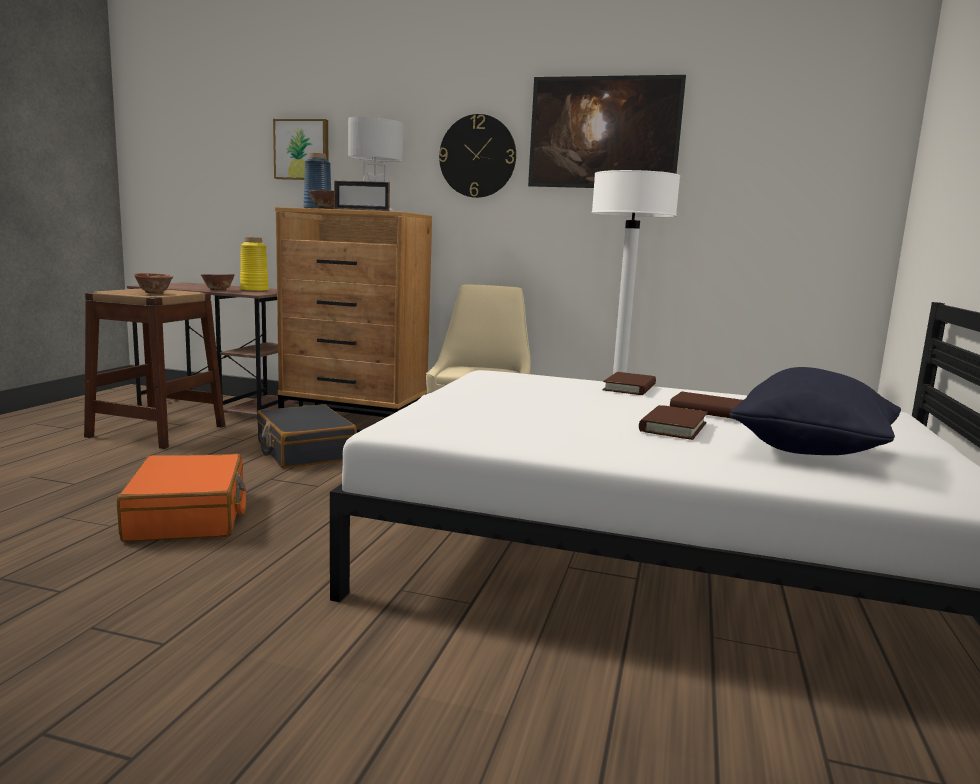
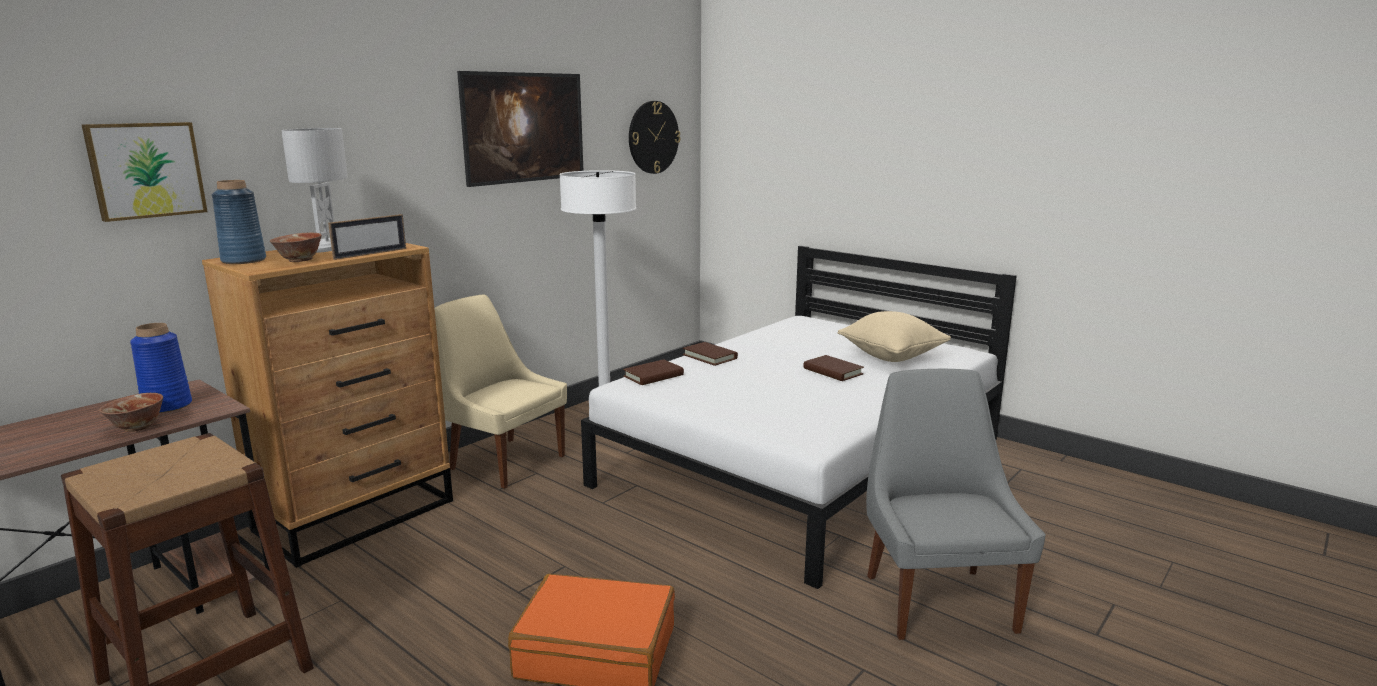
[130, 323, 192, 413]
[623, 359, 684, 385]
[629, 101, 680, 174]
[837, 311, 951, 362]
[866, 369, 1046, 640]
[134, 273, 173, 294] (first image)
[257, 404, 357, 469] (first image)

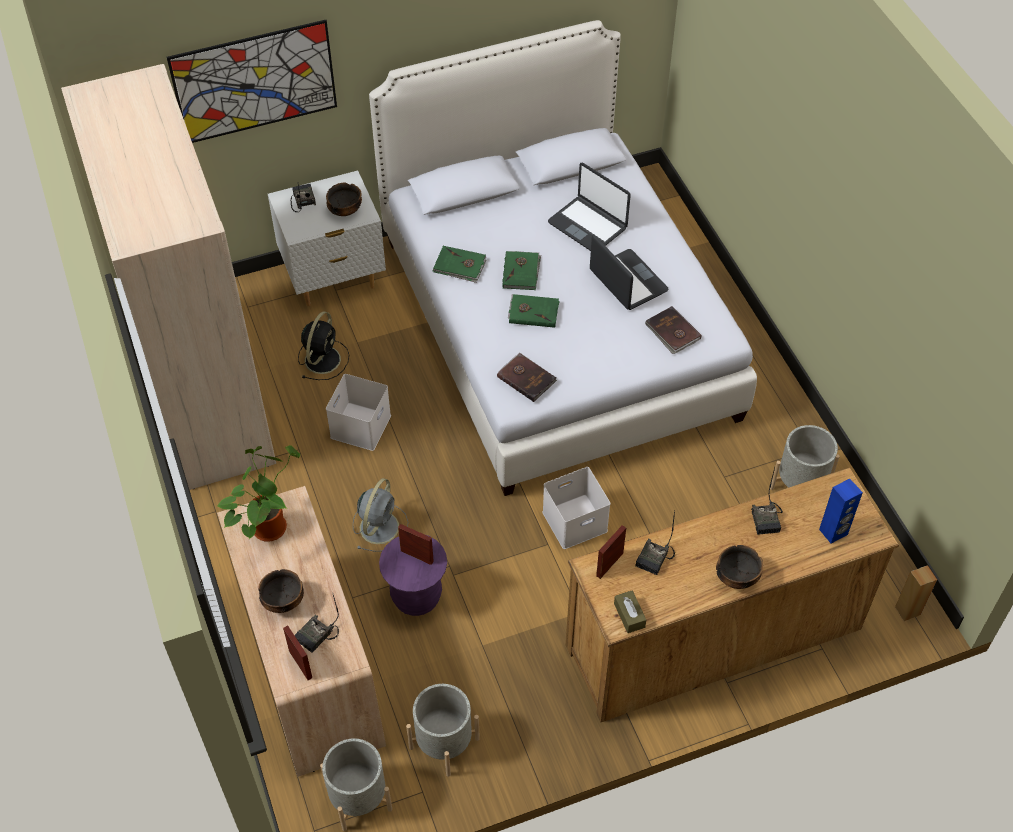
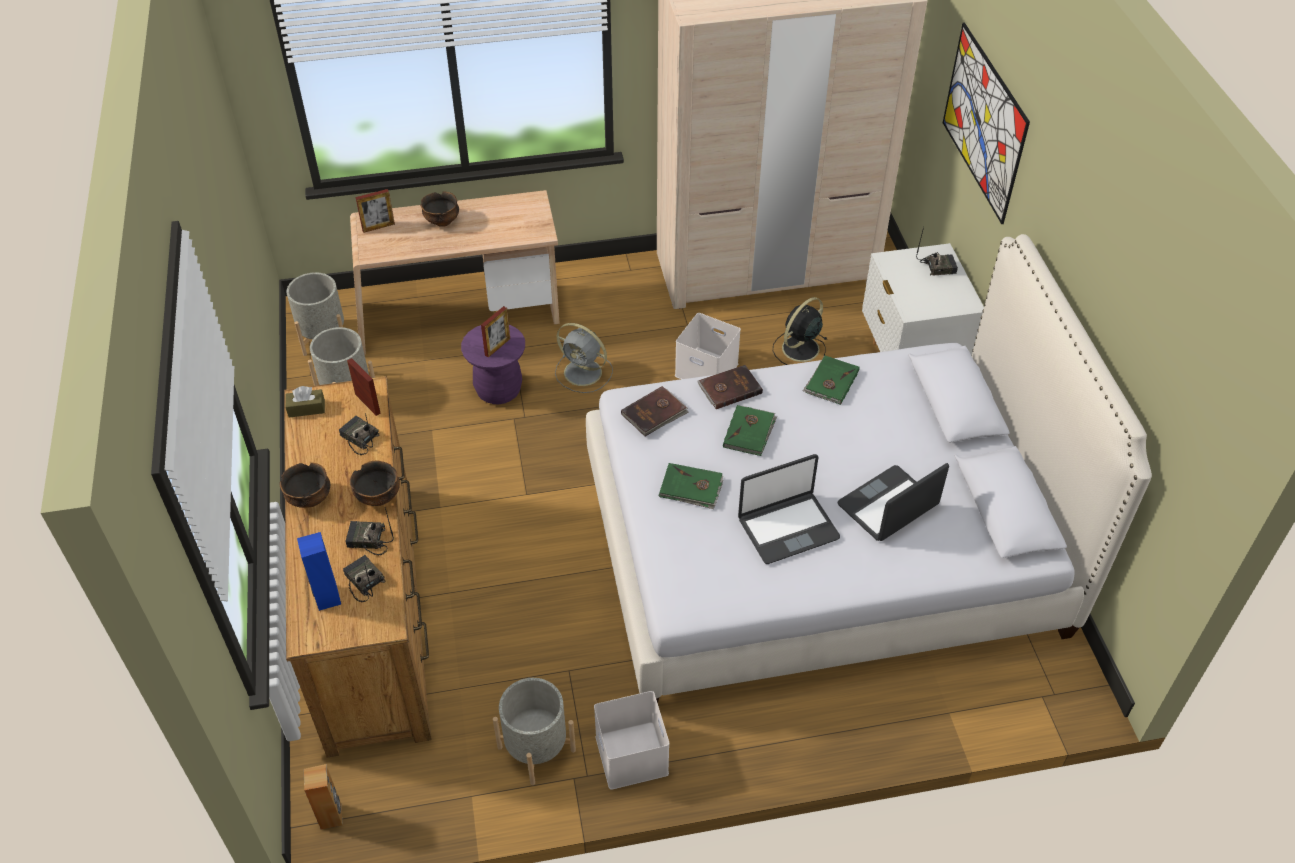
[343, 555, 386, 602]
[350, 461, 400, 506]
[594, 691, 670, 790]
[658, 463, 723, 509]
[697, 365, 763, 409]
[773, 297, 827, 365]
[217, 445, 300, 542] (first image)

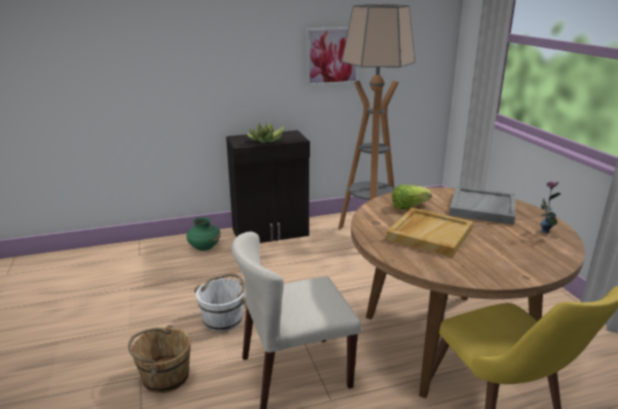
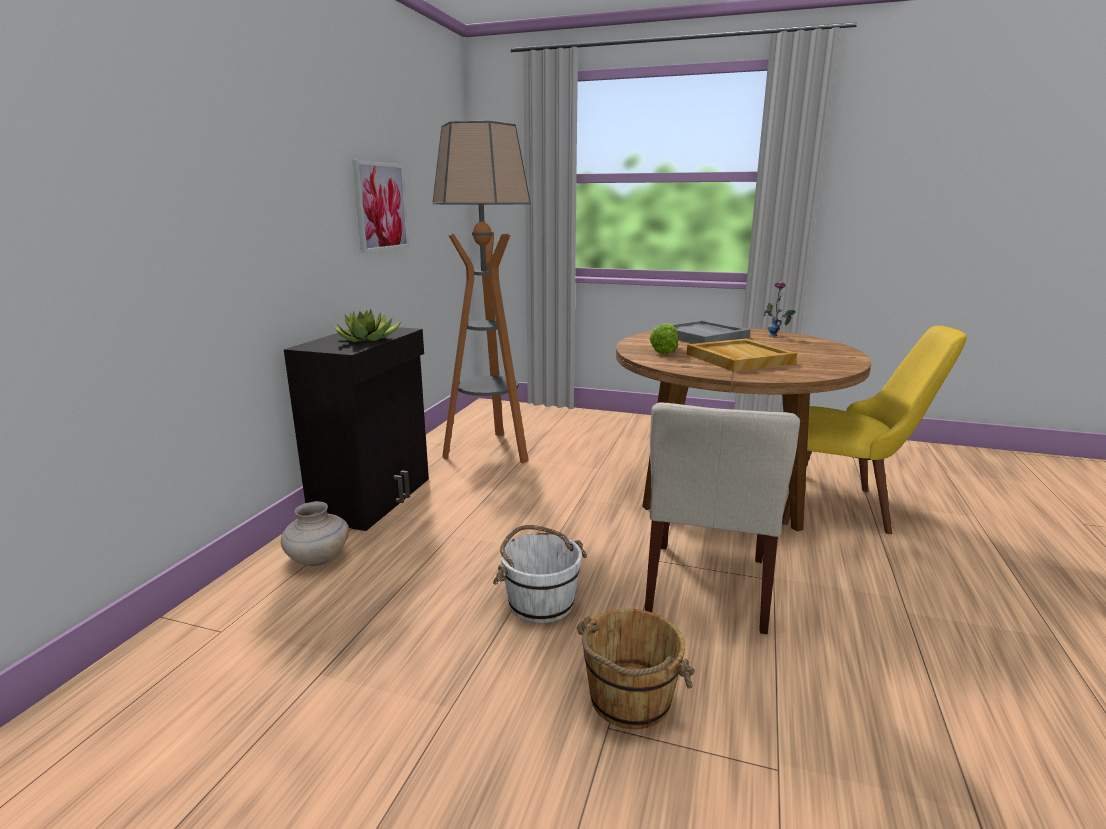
[281, 501, 349, 566]

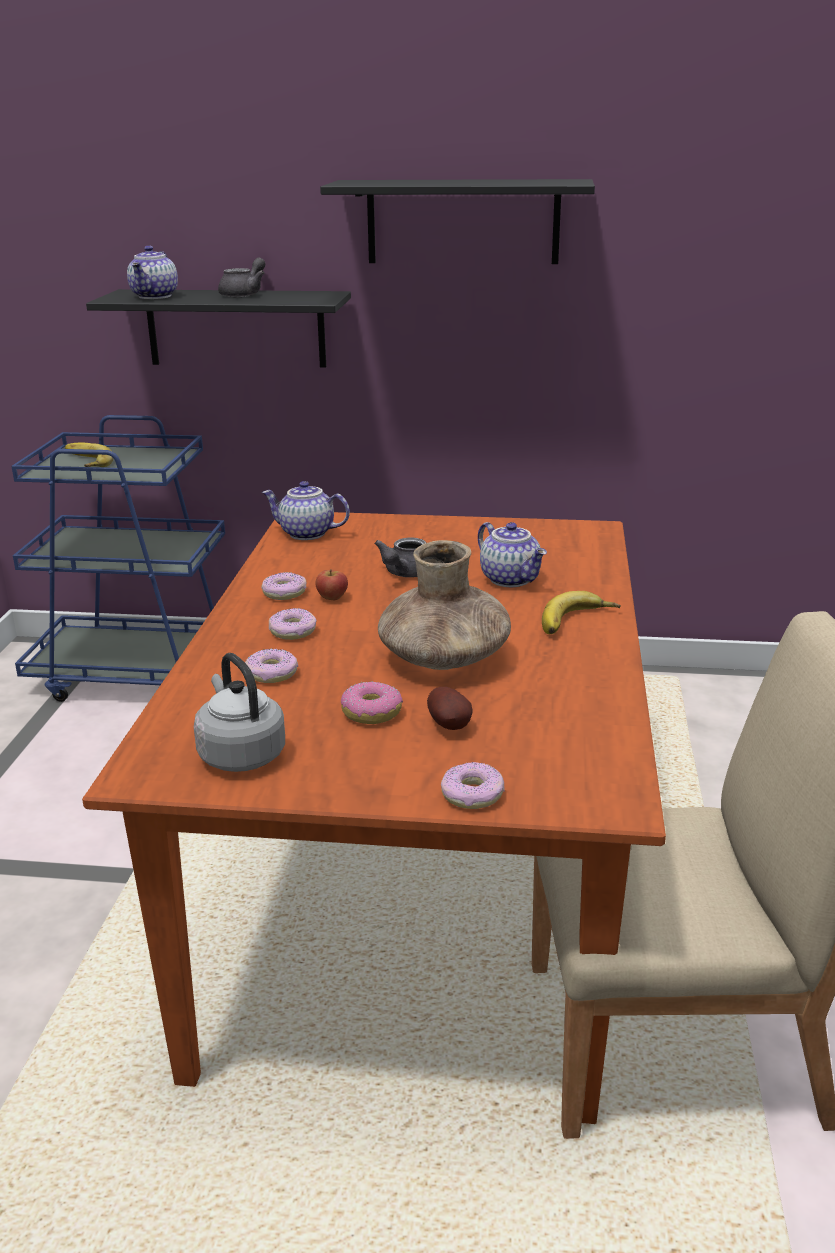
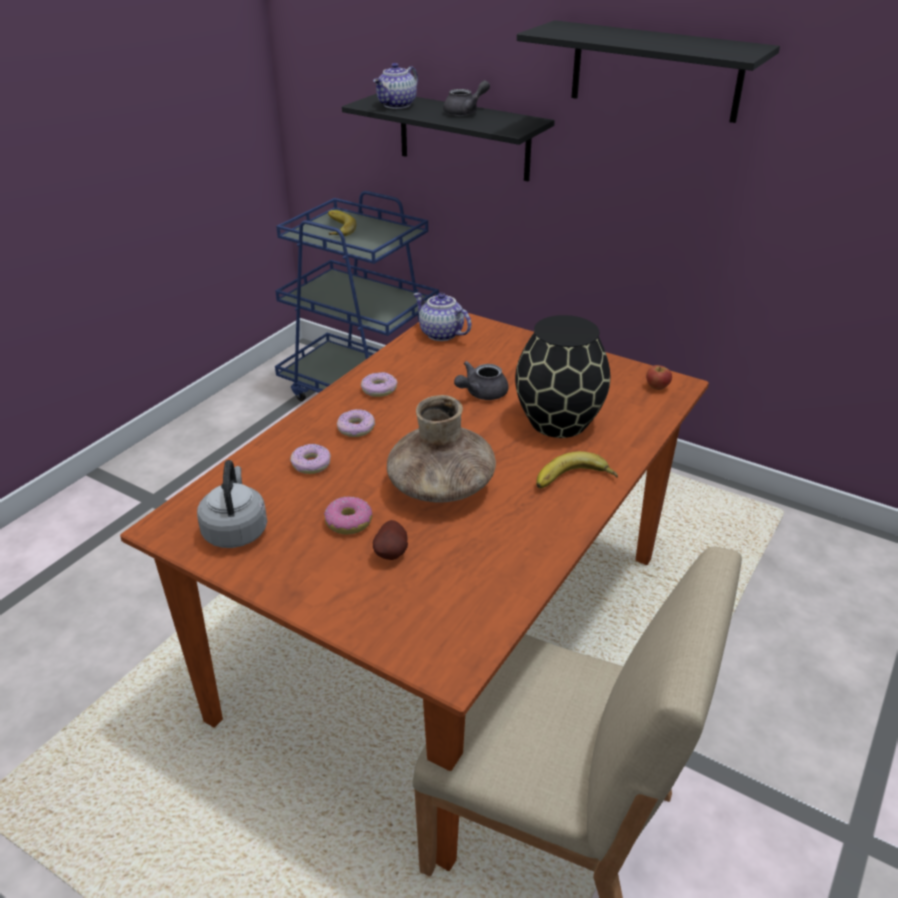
[515, 315, 610, 438]
[646, 365, 672, 390]
[441, 762, 505, 809] (first image)

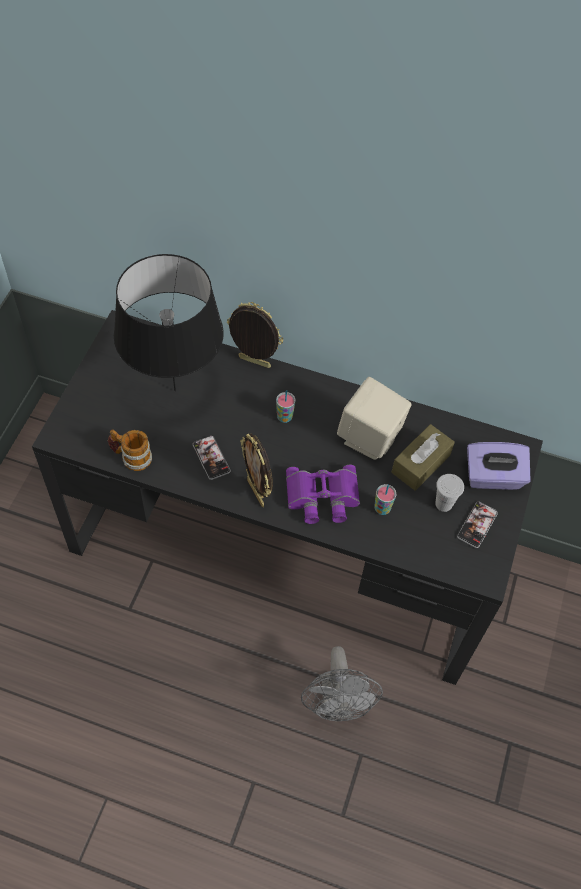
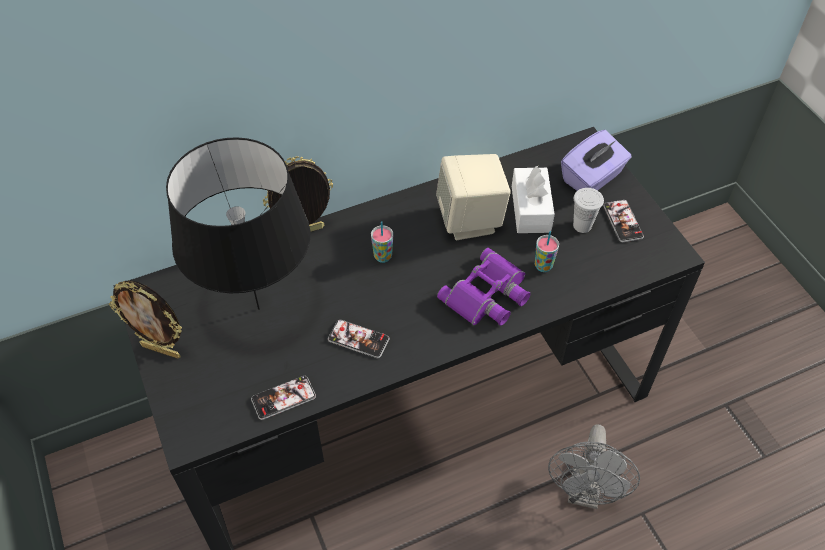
[109, 280, 182, 359]
[251, 376, 316, 420]
[512, 166, 555, 233]
[548, 424, 640, 509]

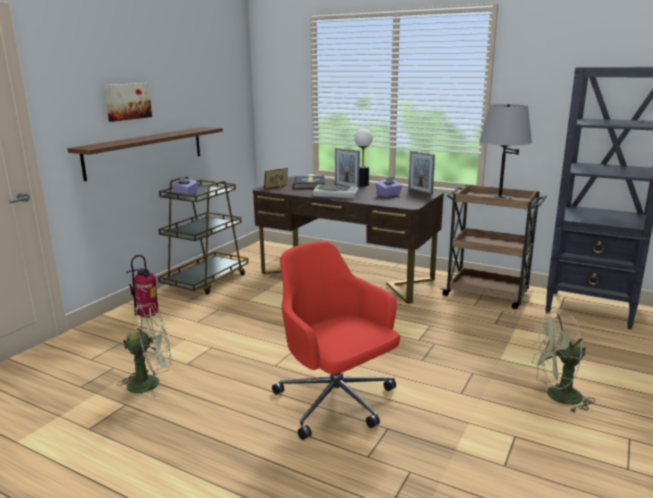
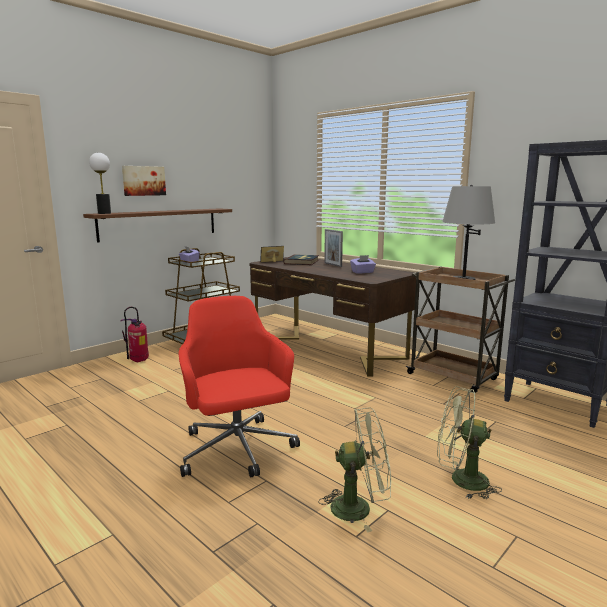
[89, 153, 111, 214]
[318, 407, 391, 532]
[313, 185, 359, 199] (first image)
[408, 151, 435, 195] (first image)

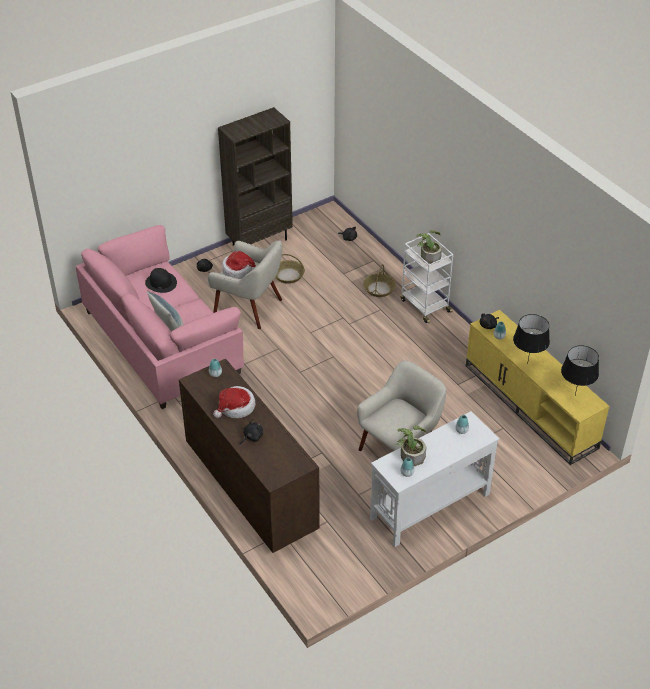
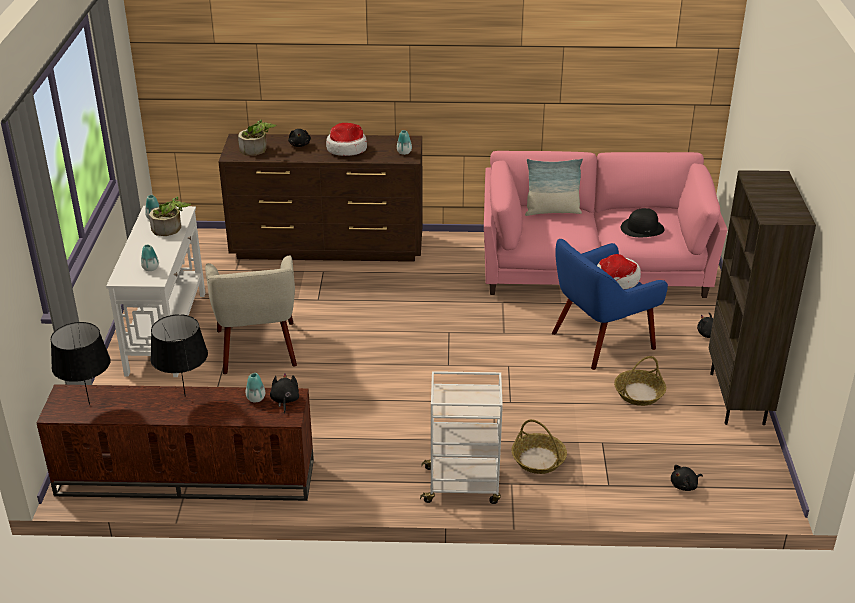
[37, 384, 314, 501]
[238, 120, 276, 156]
[552, 239, 668, 370]

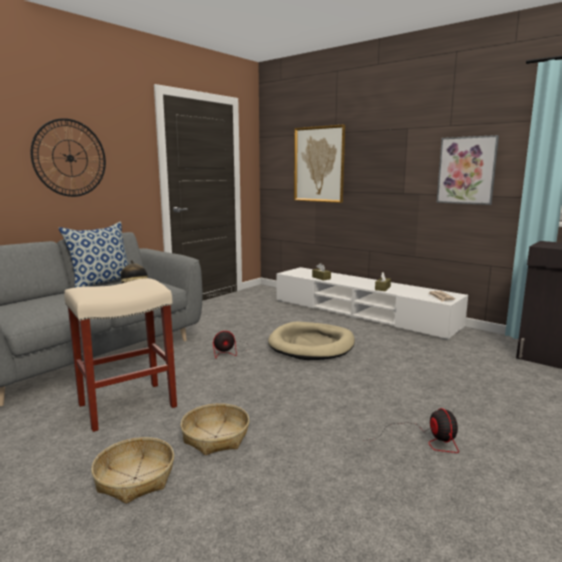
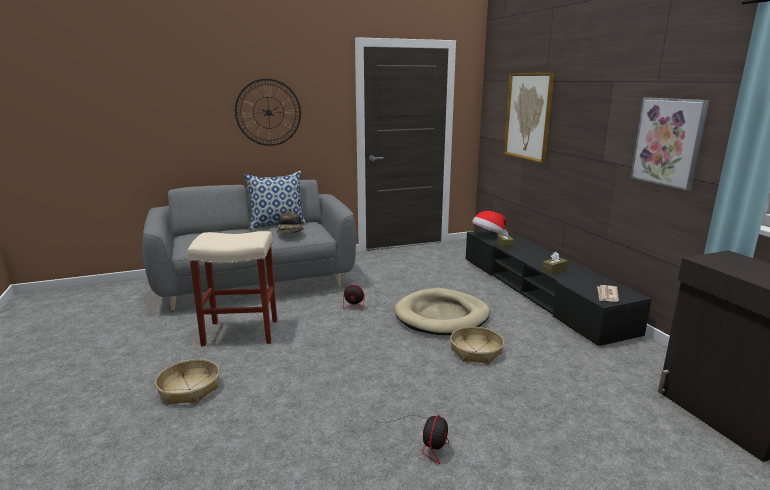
[450, 327, 504, 364]
[466, 229, 652, 348]
[472, 211, 506, 234]

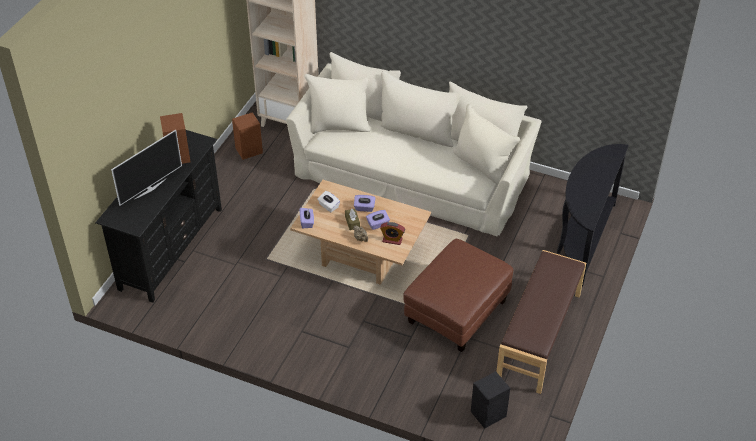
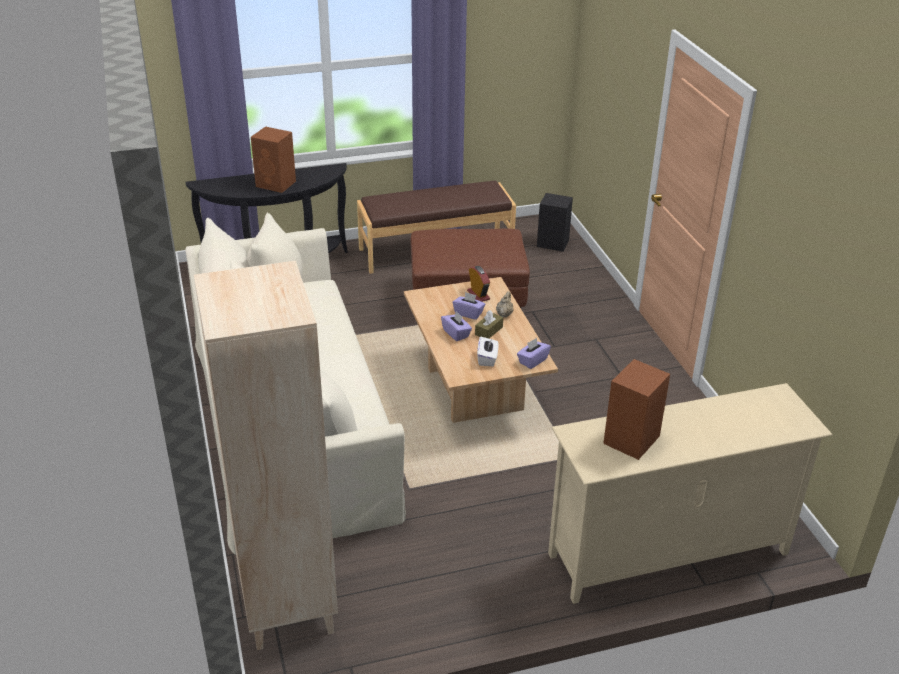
[251, 126, 296, 193]
[548, 383, 833, 604]
[111, 130, 182, 206] (first image)

